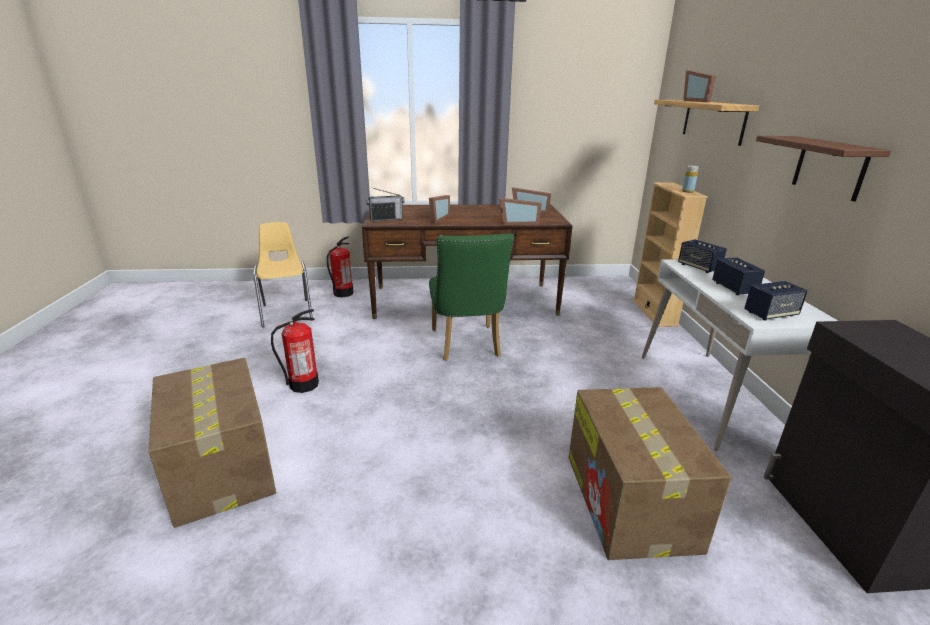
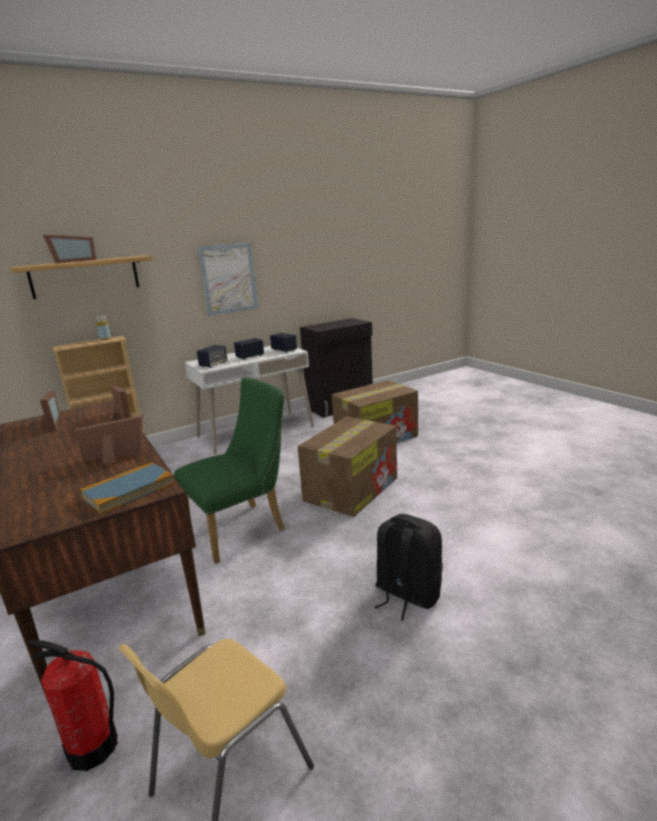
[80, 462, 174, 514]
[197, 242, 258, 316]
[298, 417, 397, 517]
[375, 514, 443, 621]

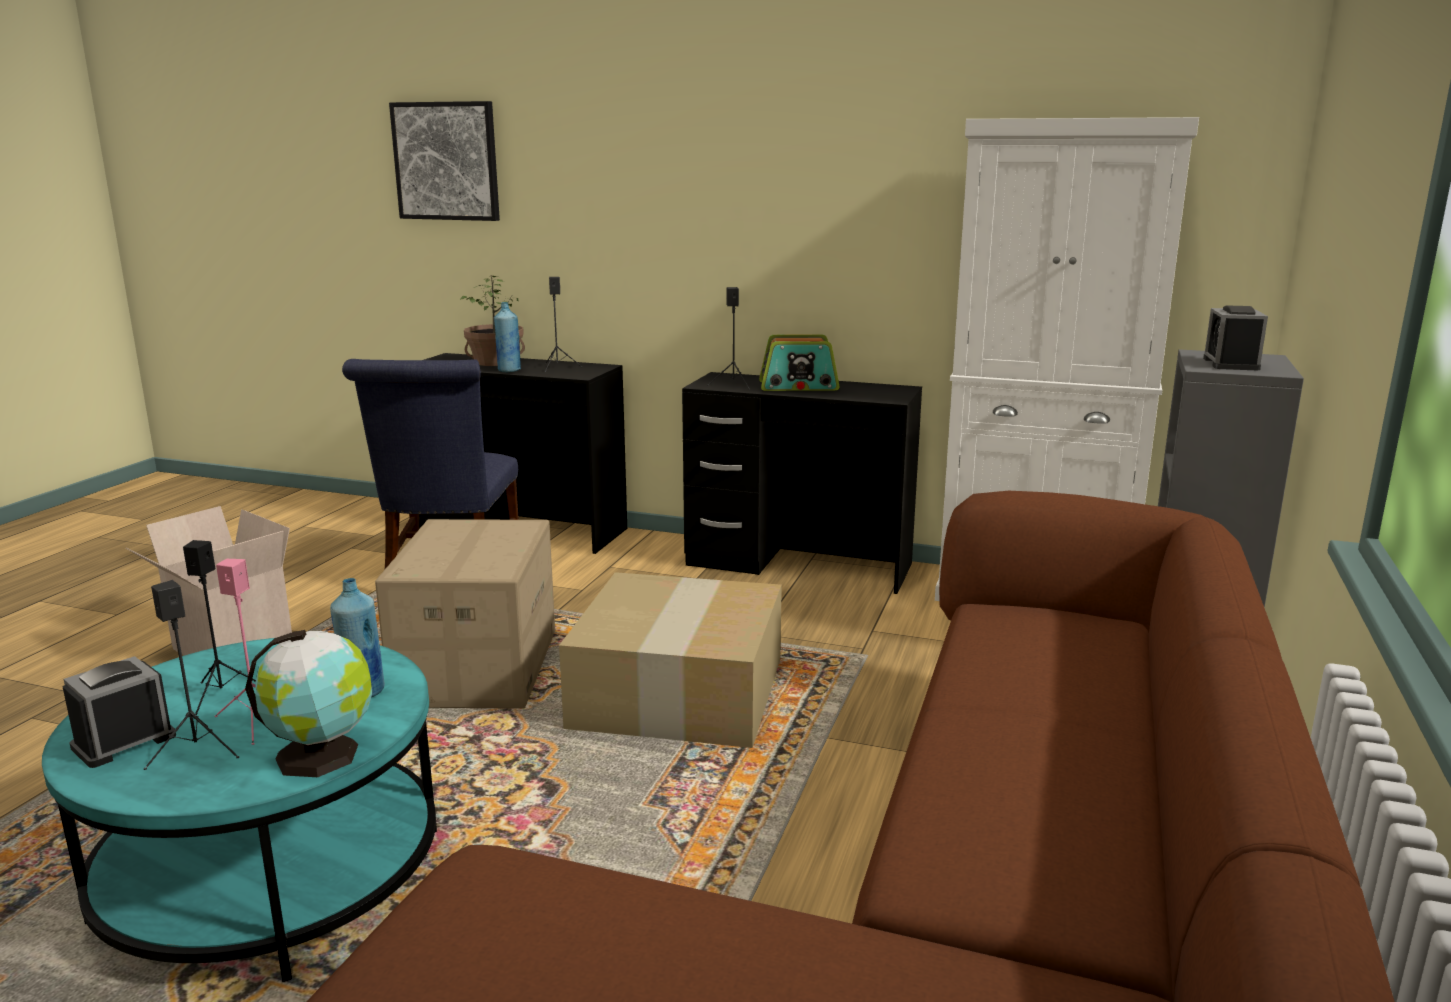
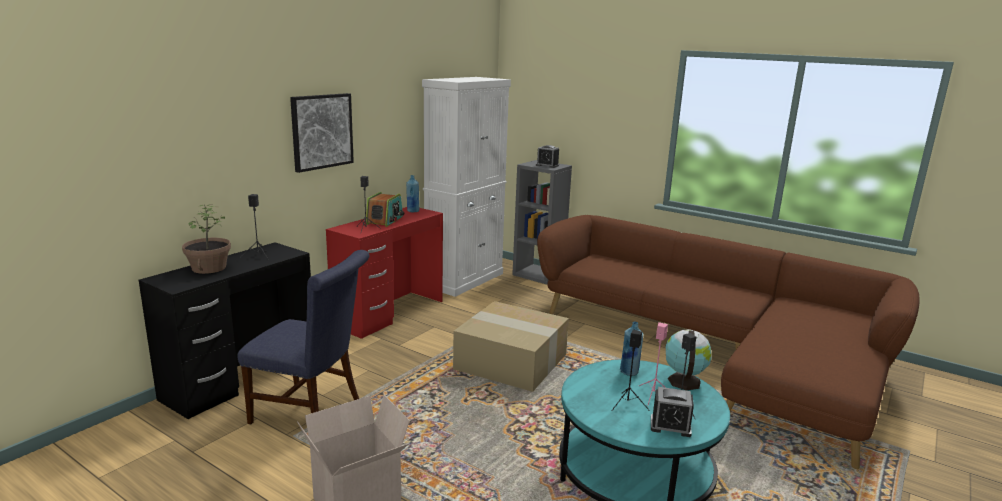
[290, 93, 354, 173]
[326, 207, 443, 339]
[406, 175, 419, 212]
[651, 387, 694, 437]
[375, 519, 555, 709] (first image)

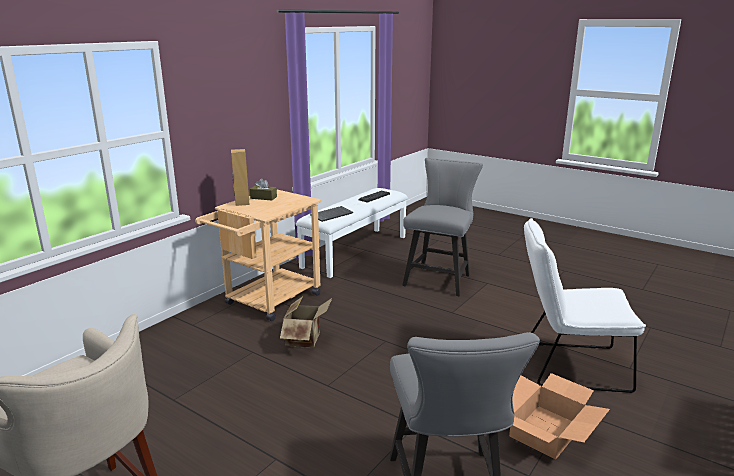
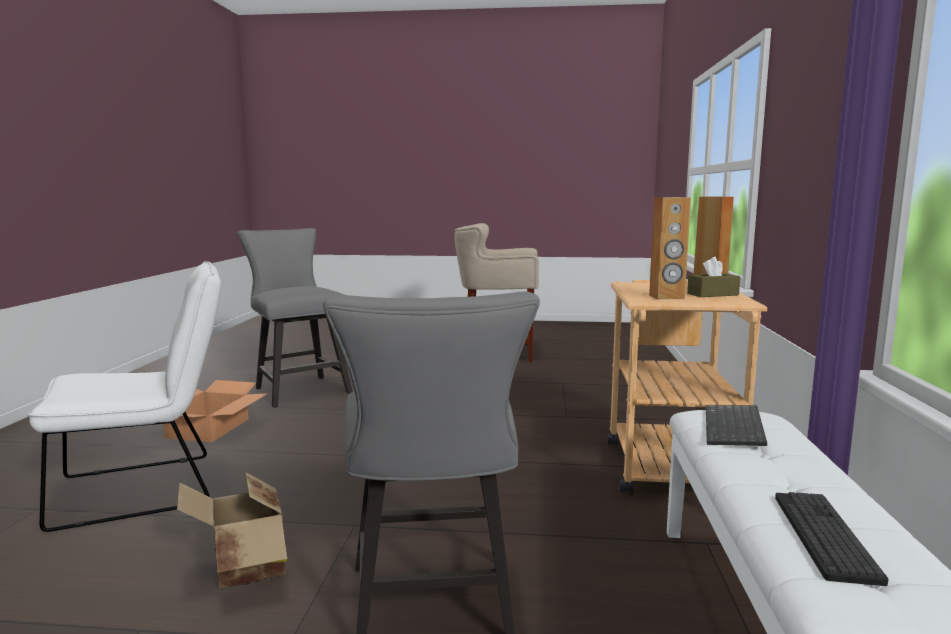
[177, 472, 287, 588]
[649, 197, 691, 299]

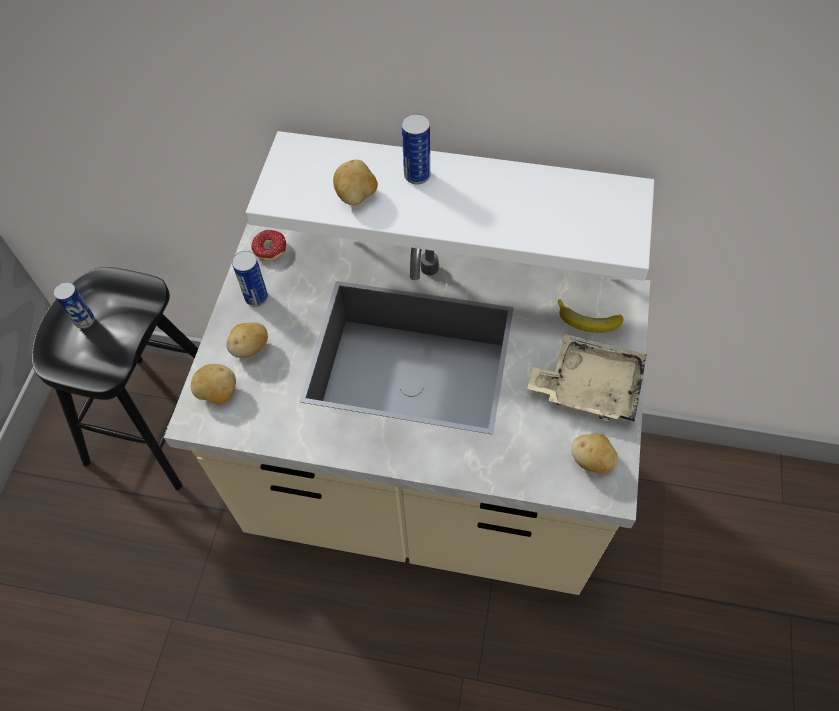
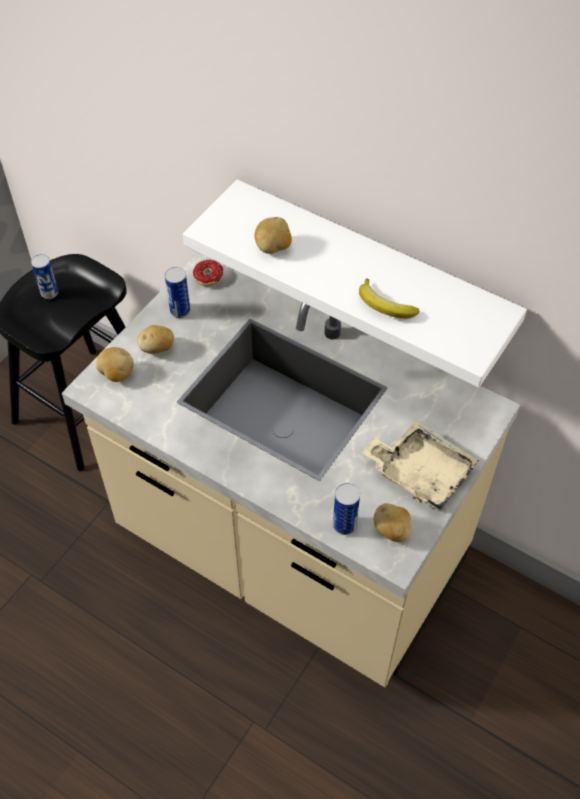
[333, 483, 360, 535]
[359, 278, 420, 318]

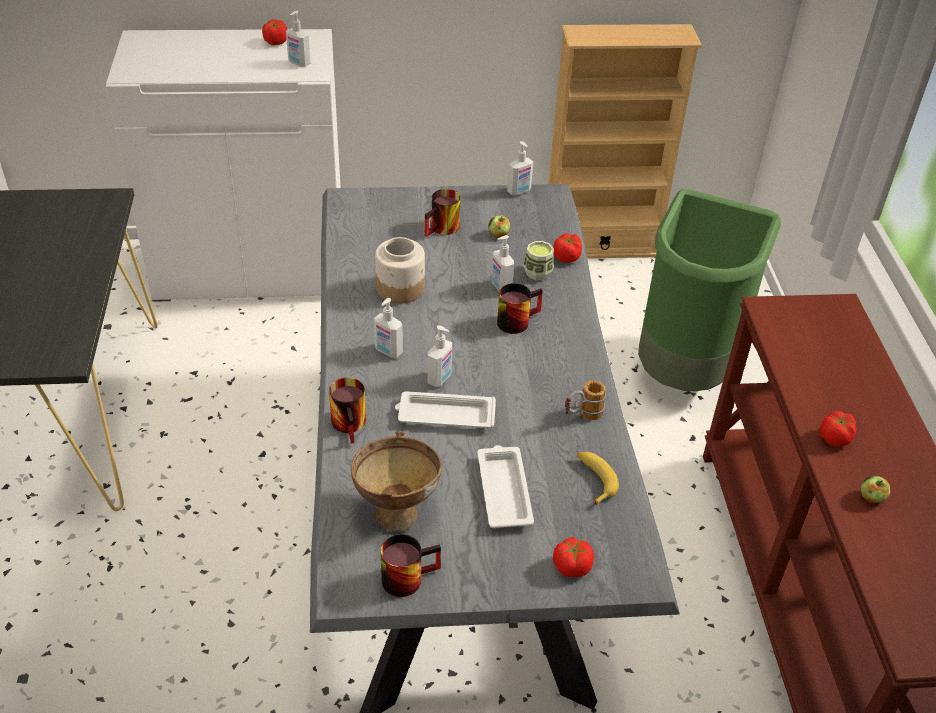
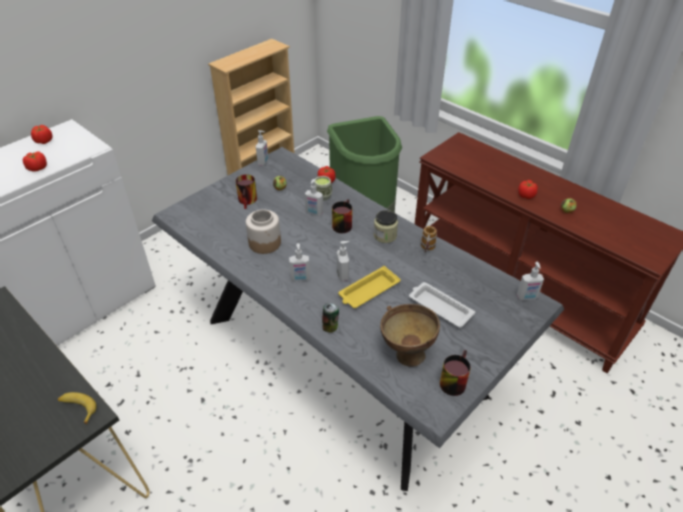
[23, 151, 47, 172]
[58, 392, 96, 424]
[322, 303, 339, 333]
[338, 266, 401, 308]
[374, 210, 398, 243]
[517, 262, 544, 300]

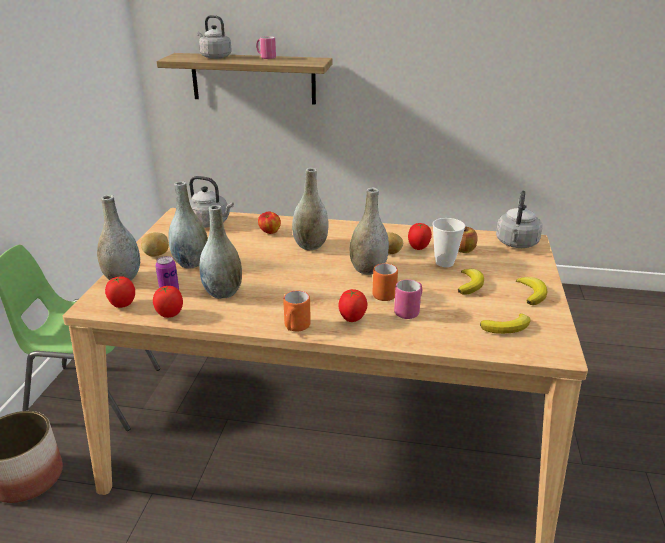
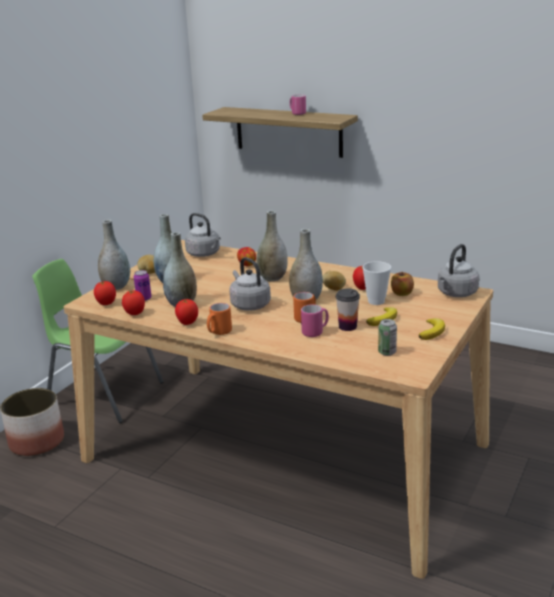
[175, 299, 198, 325]
[229, 257, 271, 311]
[336, 289, 360, 331]
[378, 319, 397, 356]

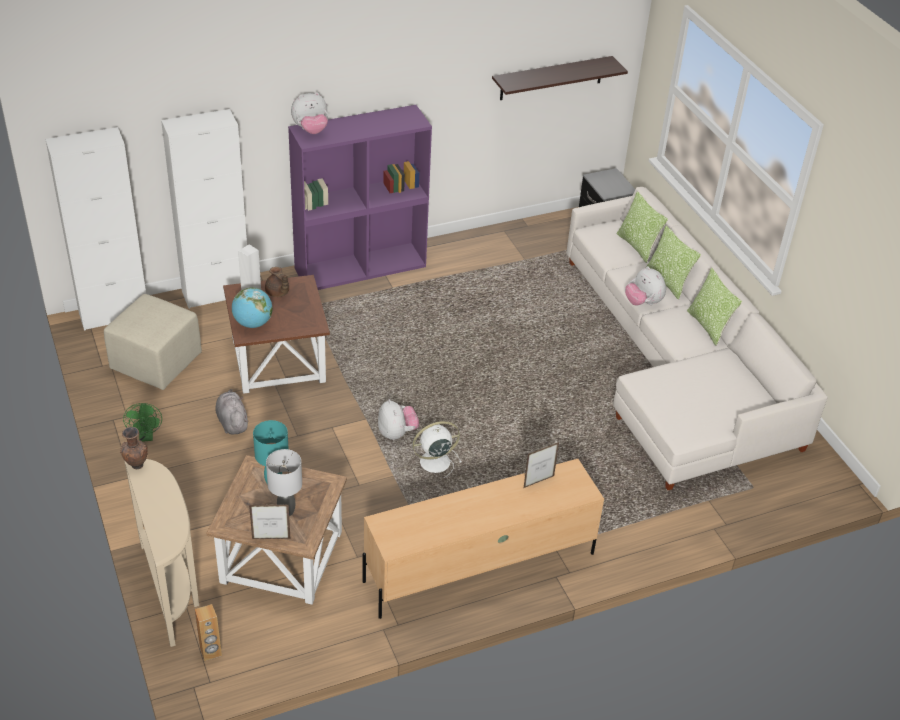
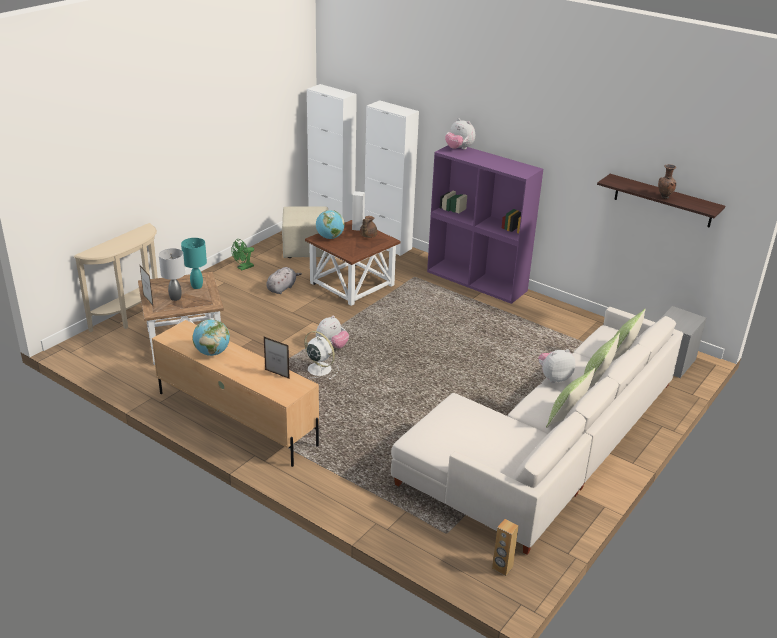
[192, 319, 230, 356]
[492, 519, 519, 576]
[538, 349, 575, 383]
[658, 164, 676, 199]

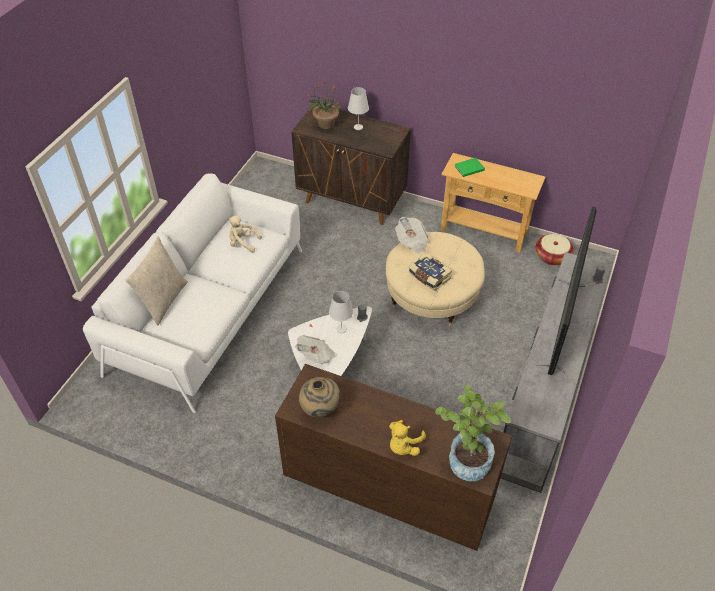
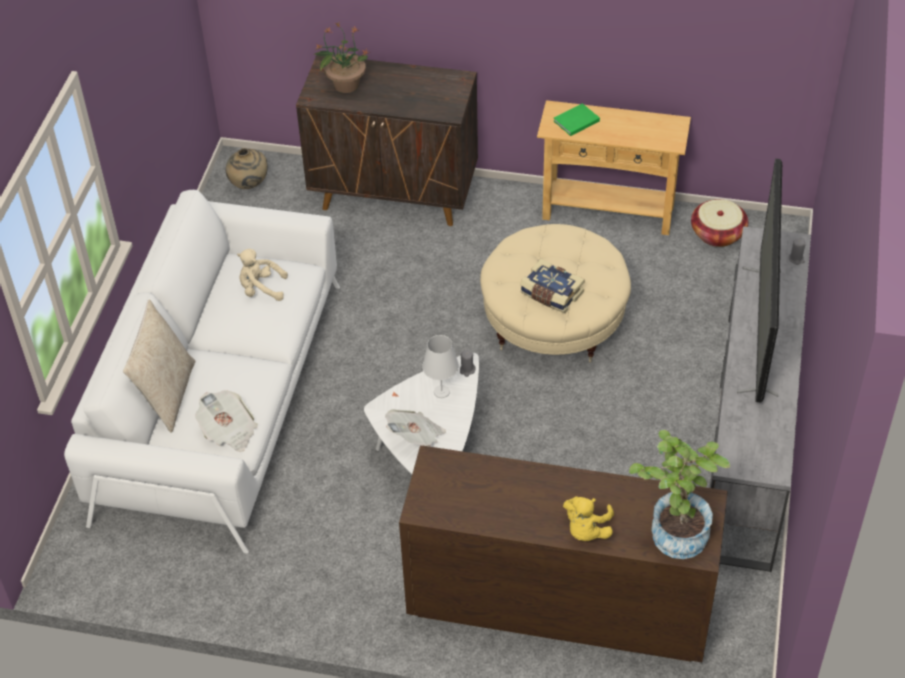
[195, 390, 258, 452]
[226, 148, 268, 189]
[348, 87, 369, 130] (first image)

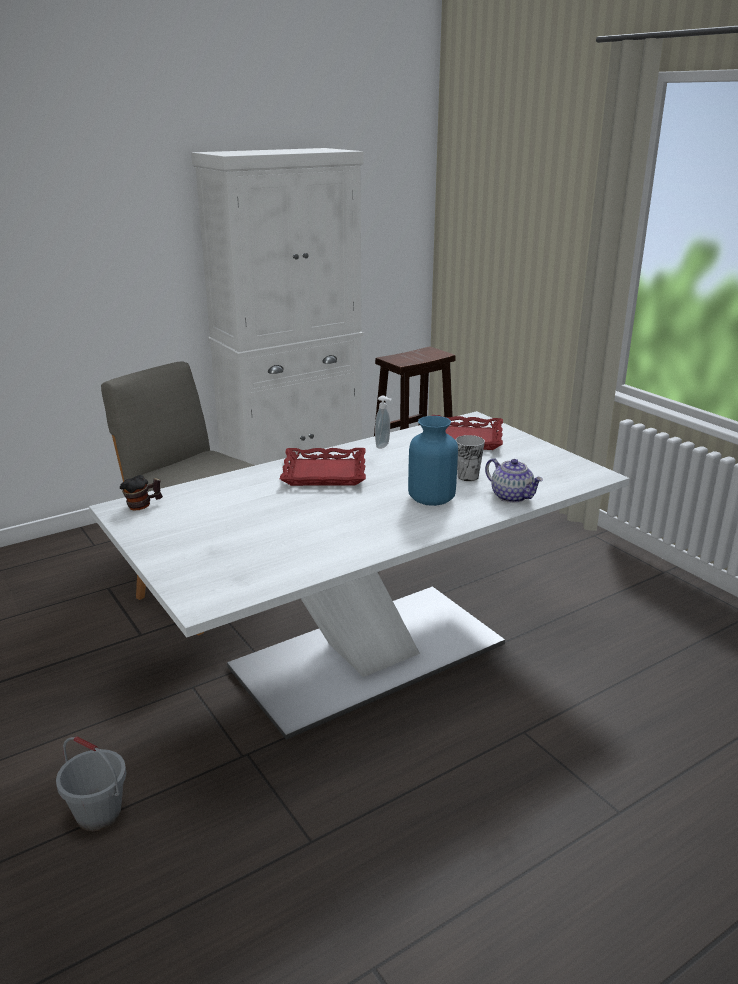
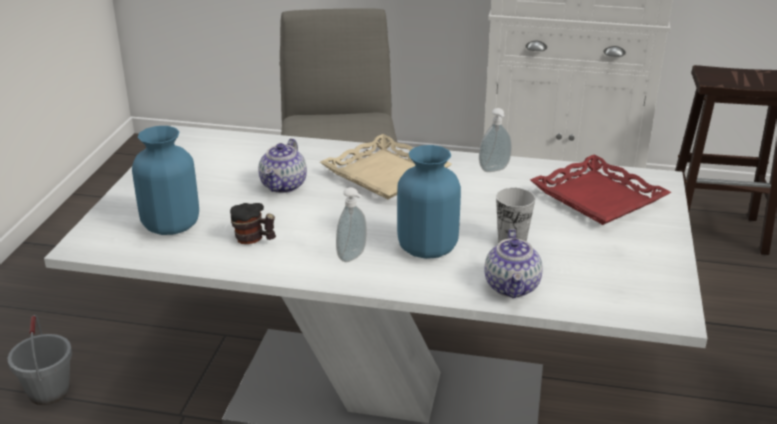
[132, 126, 199, 235]
[230, 203, 276, 244]
[258, 138, 307, 193]
[320, 134, 452, 199]
[336, 187, 367, 262]

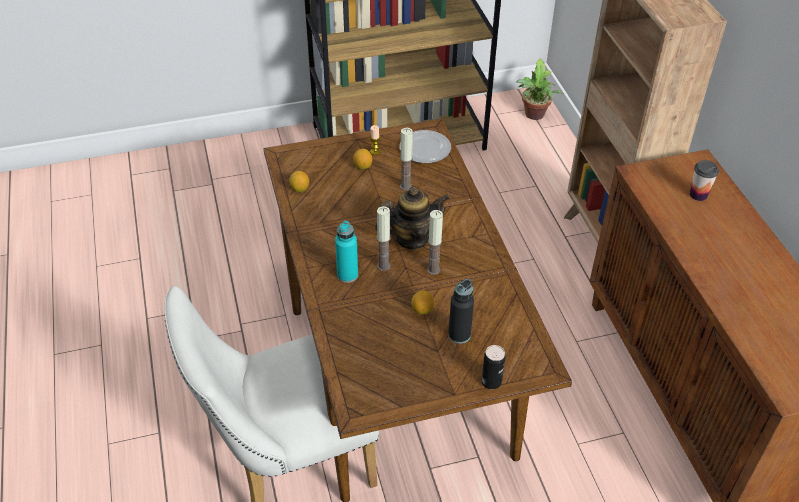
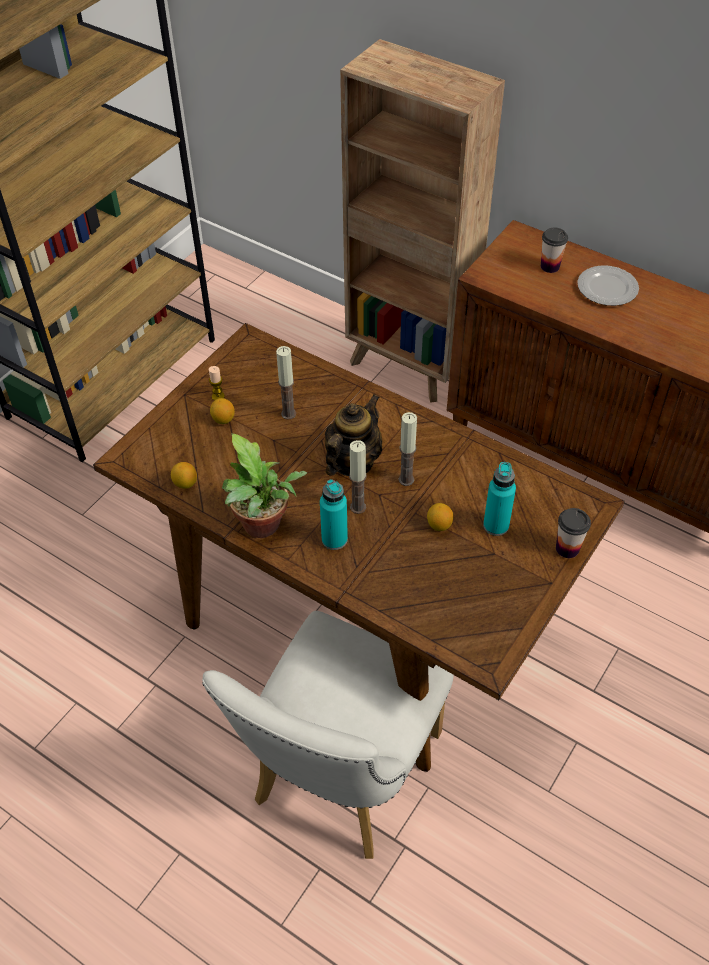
[222, 433, 307, 538]
[483, 462, 516, 536]
[556, 508, 591, 558]
[577, 265, 639, 306]

